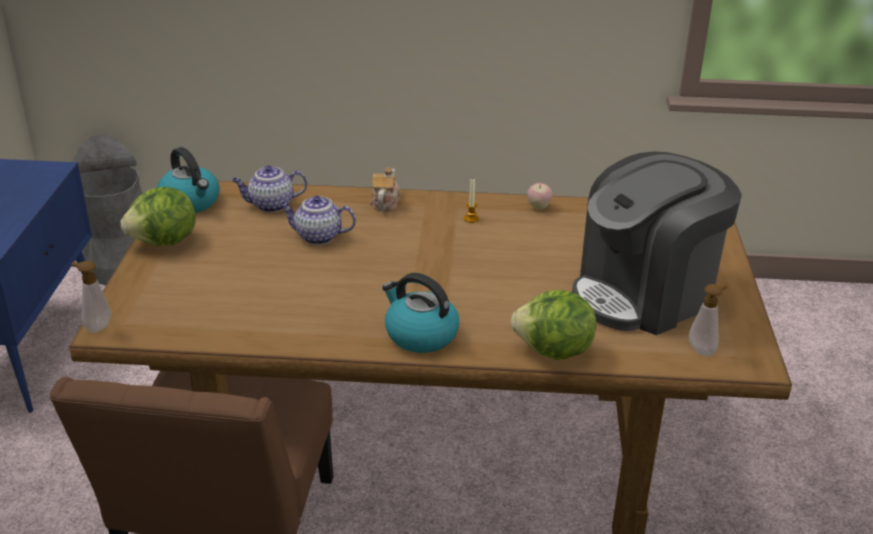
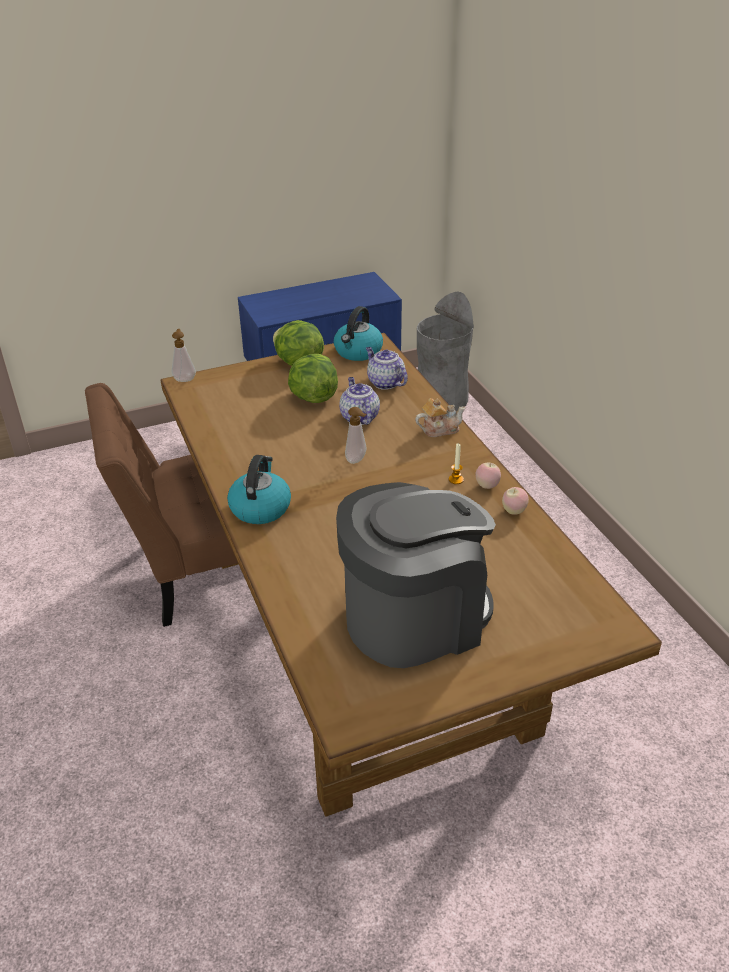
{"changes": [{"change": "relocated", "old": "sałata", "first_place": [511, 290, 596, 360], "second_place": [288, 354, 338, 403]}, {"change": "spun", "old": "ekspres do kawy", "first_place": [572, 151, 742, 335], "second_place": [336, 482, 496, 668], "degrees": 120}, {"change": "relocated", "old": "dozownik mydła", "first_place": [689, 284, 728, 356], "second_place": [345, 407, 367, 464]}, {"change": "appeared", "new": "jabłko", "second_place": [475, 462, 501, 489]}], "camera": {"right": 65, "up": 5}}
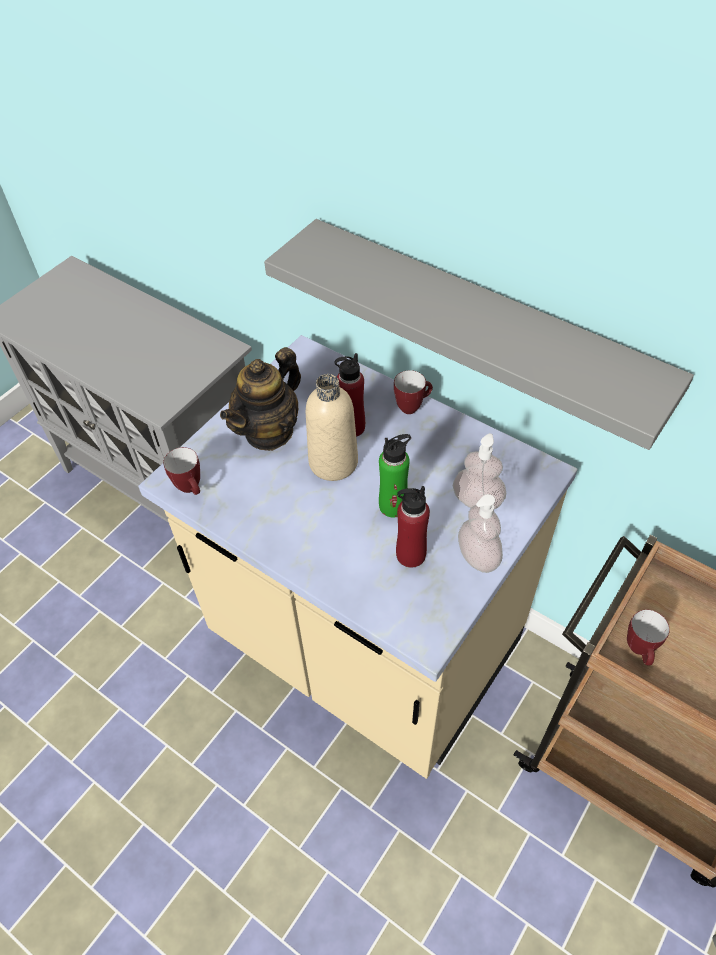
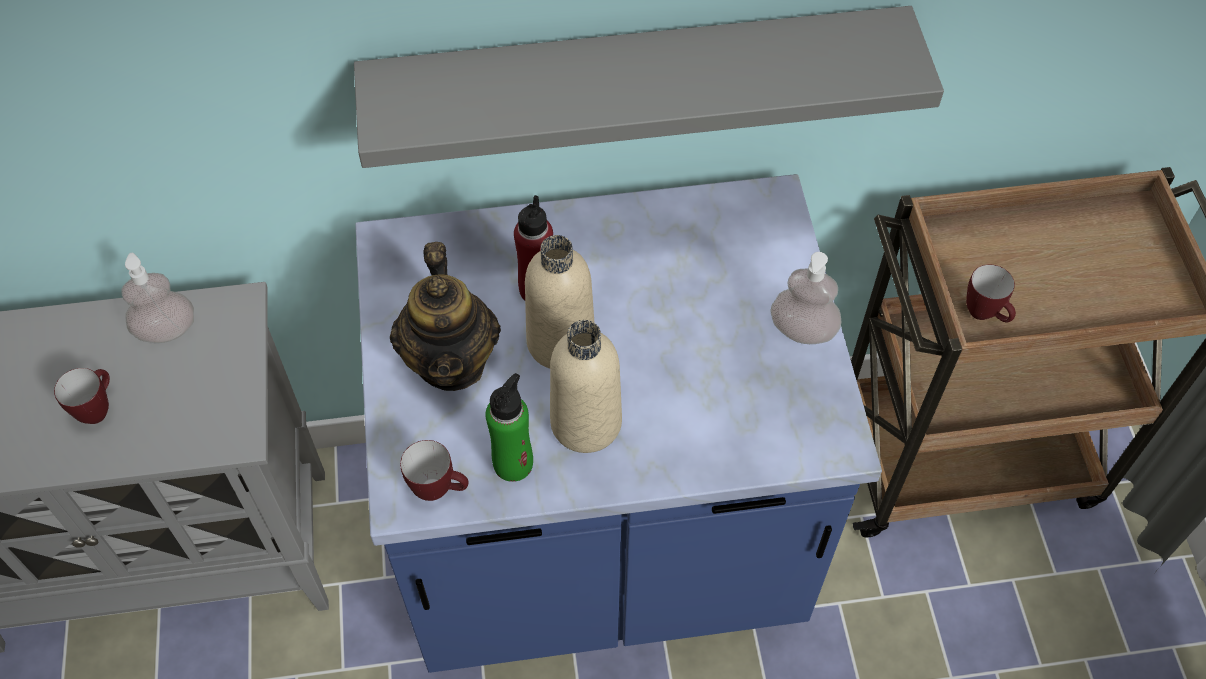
{"changes": [{"change": "relocated", "old": "kubek", "first_place": [394, 370, 433, 414], "second_place": [54, 368, 110, 424]}, {"change": "relocated", "old": "dozownik mydła", "first_place": [453, 433, 506, 509], "second_place": [122, 253, 194, 343]}, {"change": "colour", "old": "zabudowa kuchenna/beżowy", "new": "zabudowa kuchenna/niebieski", "first_place": [138, 335, 577, 779], "second_place": [355, 174, 882, 673]}, {"change": "relocated", "old": "butelka/zielony", "first_place": [379, 434, 411, 517], "second_place": [485, 373, 533, 482]}, {"change": "appeared", "new": "butelka/beżowy", "second_place": [550, 320, 622, 453]}, {"change": "missing", "old": "butelka/czerwony", "first_place": [396, 486, 430, 568]}], "camera": {"right": -45, "up": 5}}
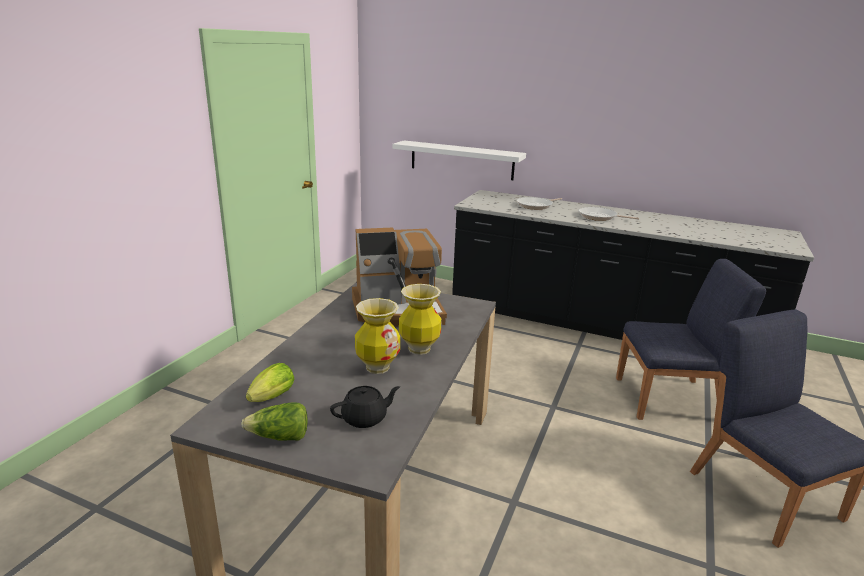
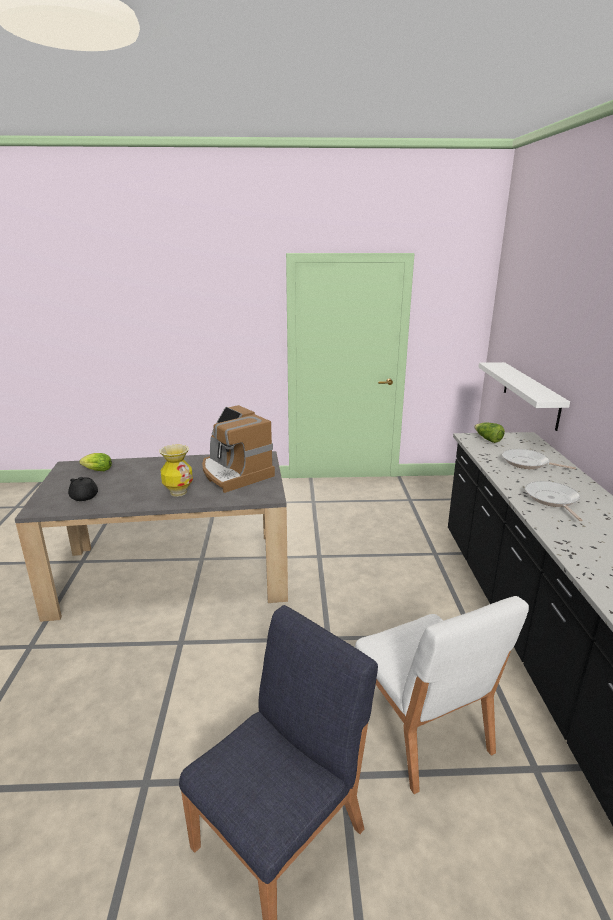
{"changes": [{"change": "colour", "old": "krzesło/niebieski", "new": "krzesło/biały", "first_place": [616, 259, 766, 420], "second_place": [355, 596, 529, 794]}, {"change": "relocated", "old": "sałata", "first_place": [241, 402, 307, 441], "second_place": [474, 423, 505, 443]}, {"change": "missing", "old": "wazon", "first_place": [355, 298, 400, 374]}], "camera": {"right": 65, "up": 0}}
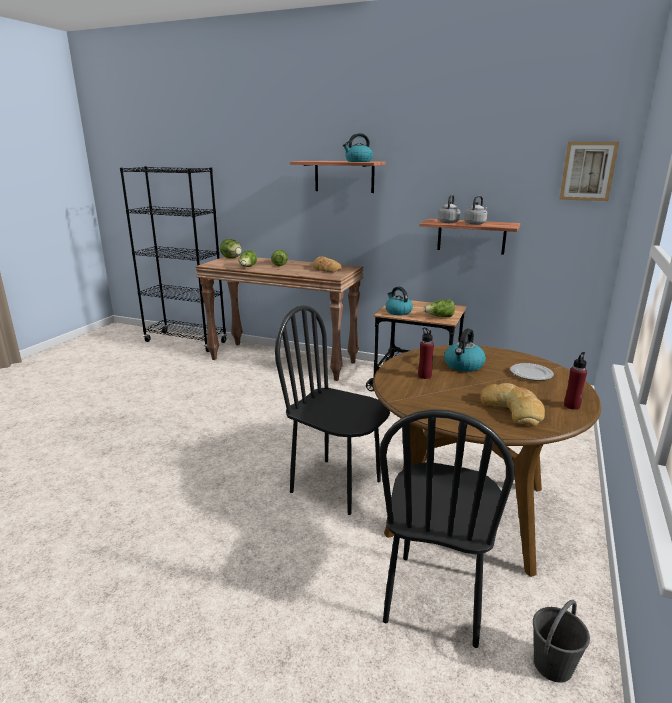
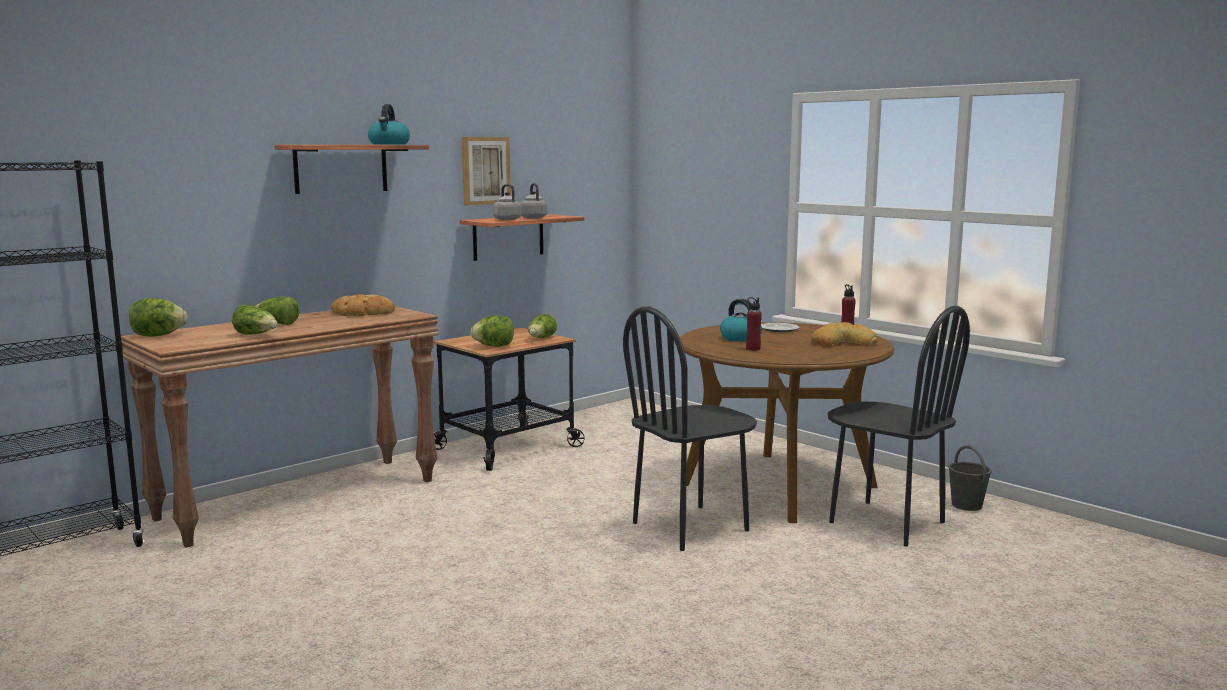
{"changes": [{"change": "relocated", "old": "obraz", "first_place": [559, 142, 619, 201], "second_place": [462, 137, 511, 205]}, {"change": "exchanged", "old": "czajnik", "new": "sałata", "first_place": [385, 287, 413, 315], "second_place": [470, 316, 514, 347]}], "camera": {"right": -65, "up": -10}}
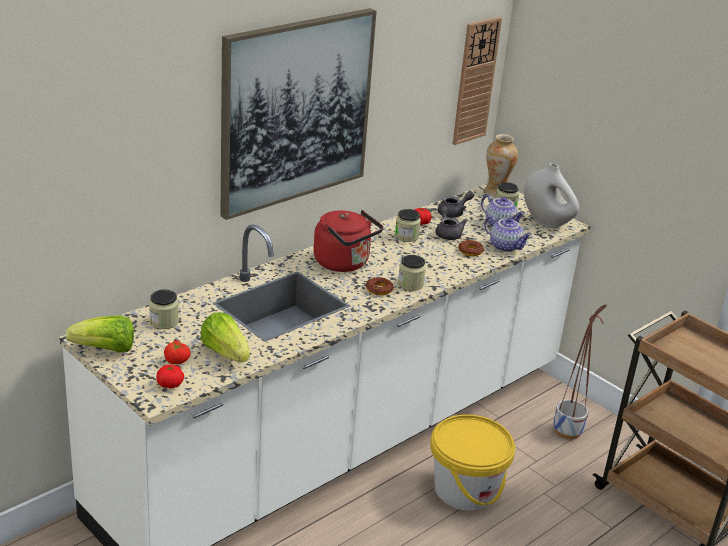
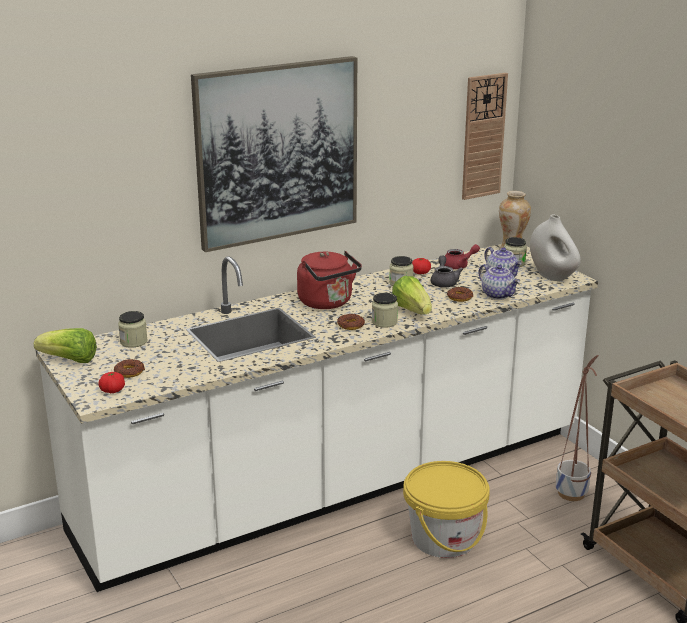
{"changes": [{"change": "exchanged", "old": "pomidor", "new": "donut", "first_place": [164, 341, 191, 364], "second_place": [114, 359, 145, 378]}, {"change": "relocated", "old": "sałata", "first_place": [200, 312, 250, 363], "second_place": [392, 276, 432, 315]}, {"change": "colour", "old": "imbryk/szary", "new": "imbryk/czerwony", "first_place": [438, 191, 474, 218], "second_place": [444, 244, 480, 269]}], "camera": {"right": 15, "up": -5}}
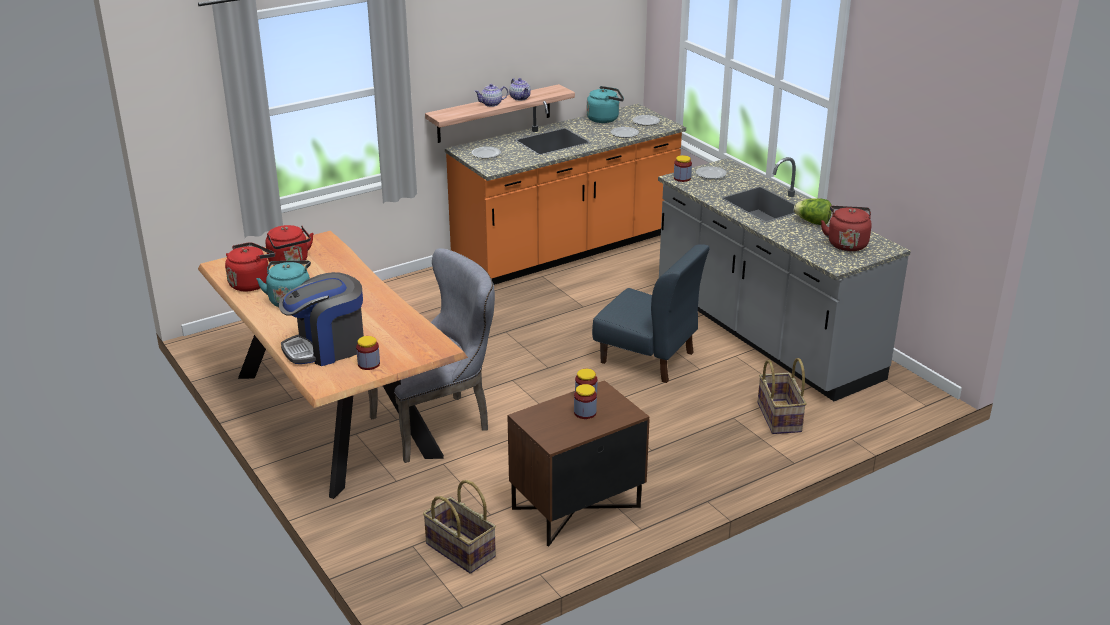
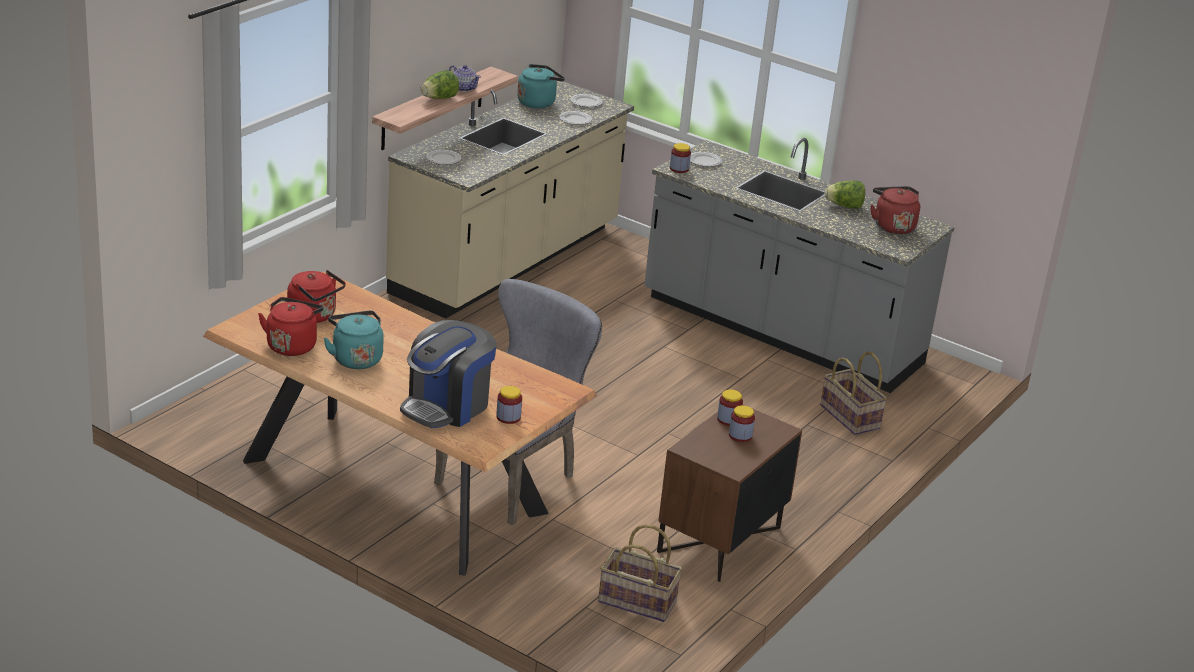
{"changes": [{"change": "colour", "old": "zabudowa kuchenna/pomarańczowy", "new": "zabudowa kuchenna/beżowy", "first_place": [445, 101, 686, 285], "second_place": [386, 81, 634, 319]}, {"change": "exchanged", "old": "imbryk", "new": "sałata", "first_place": [474, 84, 508, 107], "second_place": [420, 70, 459, 99]}, {"change": "missing", "old": "krzesło/niebieski", "first_place": [592, 244, 710, 383]}], "camera": {"right": -25, "up": 0}}
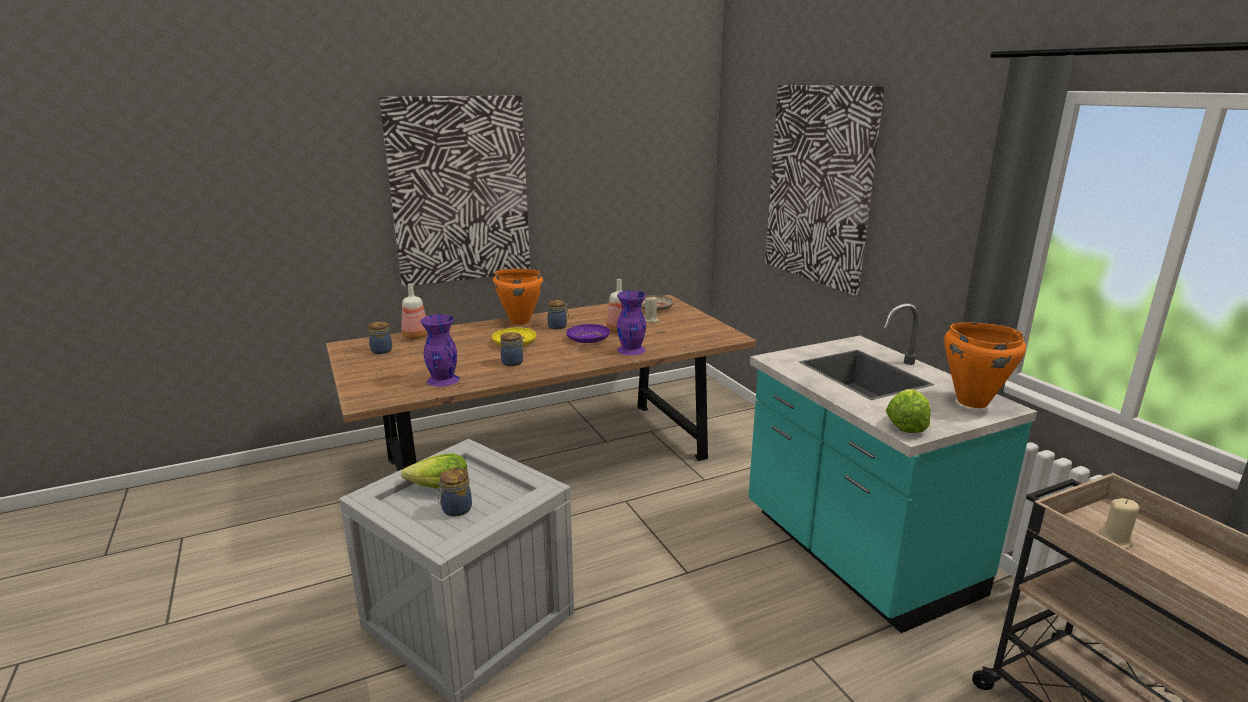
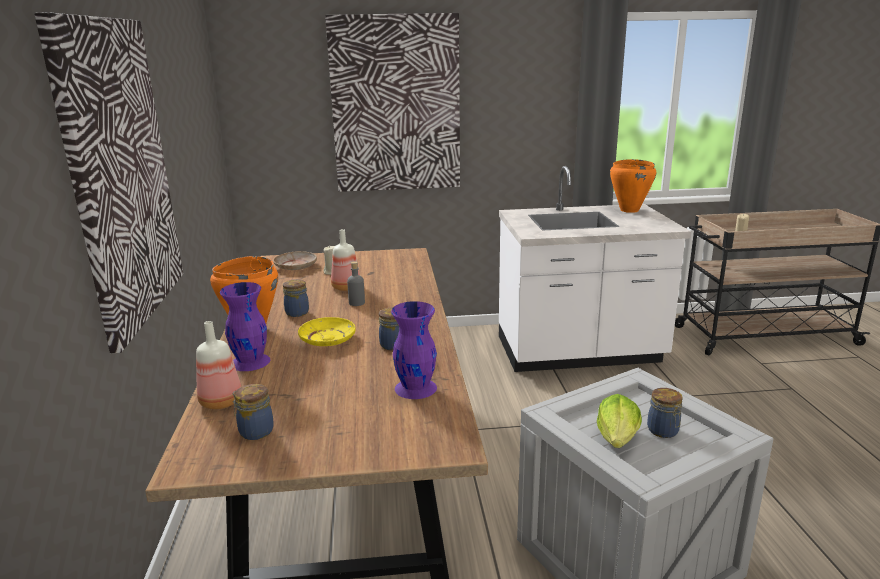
{"changes": [{"change": "relocated", "old": "wazon/fioletowy", "first_place": [617, 291, 646, 355], "second_place": [220, 282, 270, 371]}, {"change": "exchanged", "old": "talerz/fioletowy", "new": "butelka/szary", "first_place": [566, 324, 610, 343], "second_place": [347, 261, 365, 306]}, {"change": "colour", "old": "zabudowa kuchenna/turkusowy", "new": "zabudowa kuchenna/biały", "first_place": [748, 303, 1037, 633], "second_place": [499, 166, 691, 372]}, {"change": "missing", "old": "sałata", "first_place": [886, 389, 931, 433]}], "camera": {"right": -70, "up": 0}}
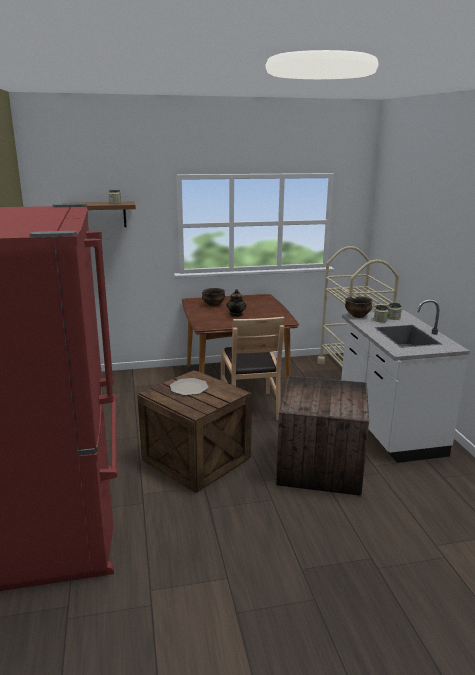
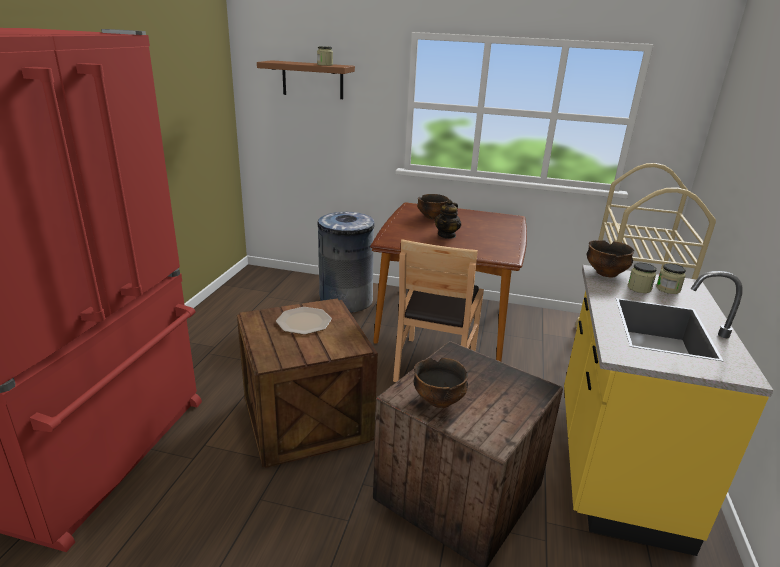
{"changes": [{"change": "appeared", "new": "kosz na śmieci/szary", "second_place": [317, 212, 375, 313]}, {"change": "appeared", "new": "miska", "second_place": [413, 358, 468, 408]}, {"change": "colour", "old": "zabudowa kuchenna/biały", "new": "zabudowa kuchenna/żółty", "first_place": [341, 299, 470, 463], "second_place": [564, 265, 774, 556]}], "camera": {"right": 25, "up": 5}}
